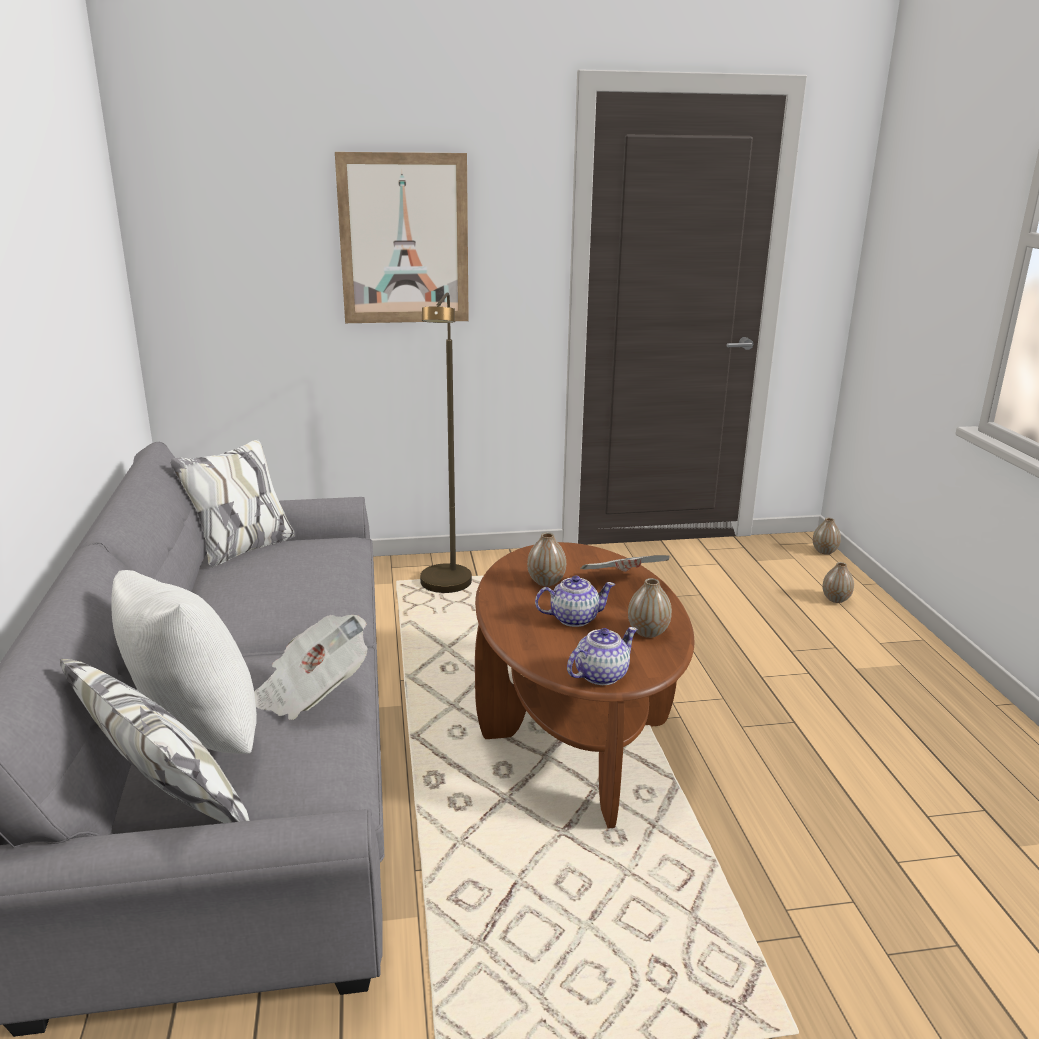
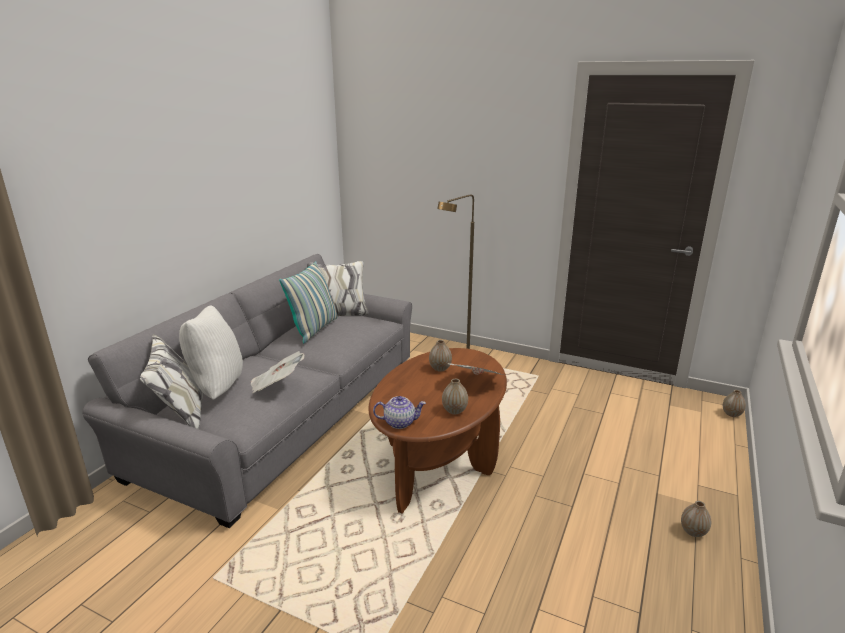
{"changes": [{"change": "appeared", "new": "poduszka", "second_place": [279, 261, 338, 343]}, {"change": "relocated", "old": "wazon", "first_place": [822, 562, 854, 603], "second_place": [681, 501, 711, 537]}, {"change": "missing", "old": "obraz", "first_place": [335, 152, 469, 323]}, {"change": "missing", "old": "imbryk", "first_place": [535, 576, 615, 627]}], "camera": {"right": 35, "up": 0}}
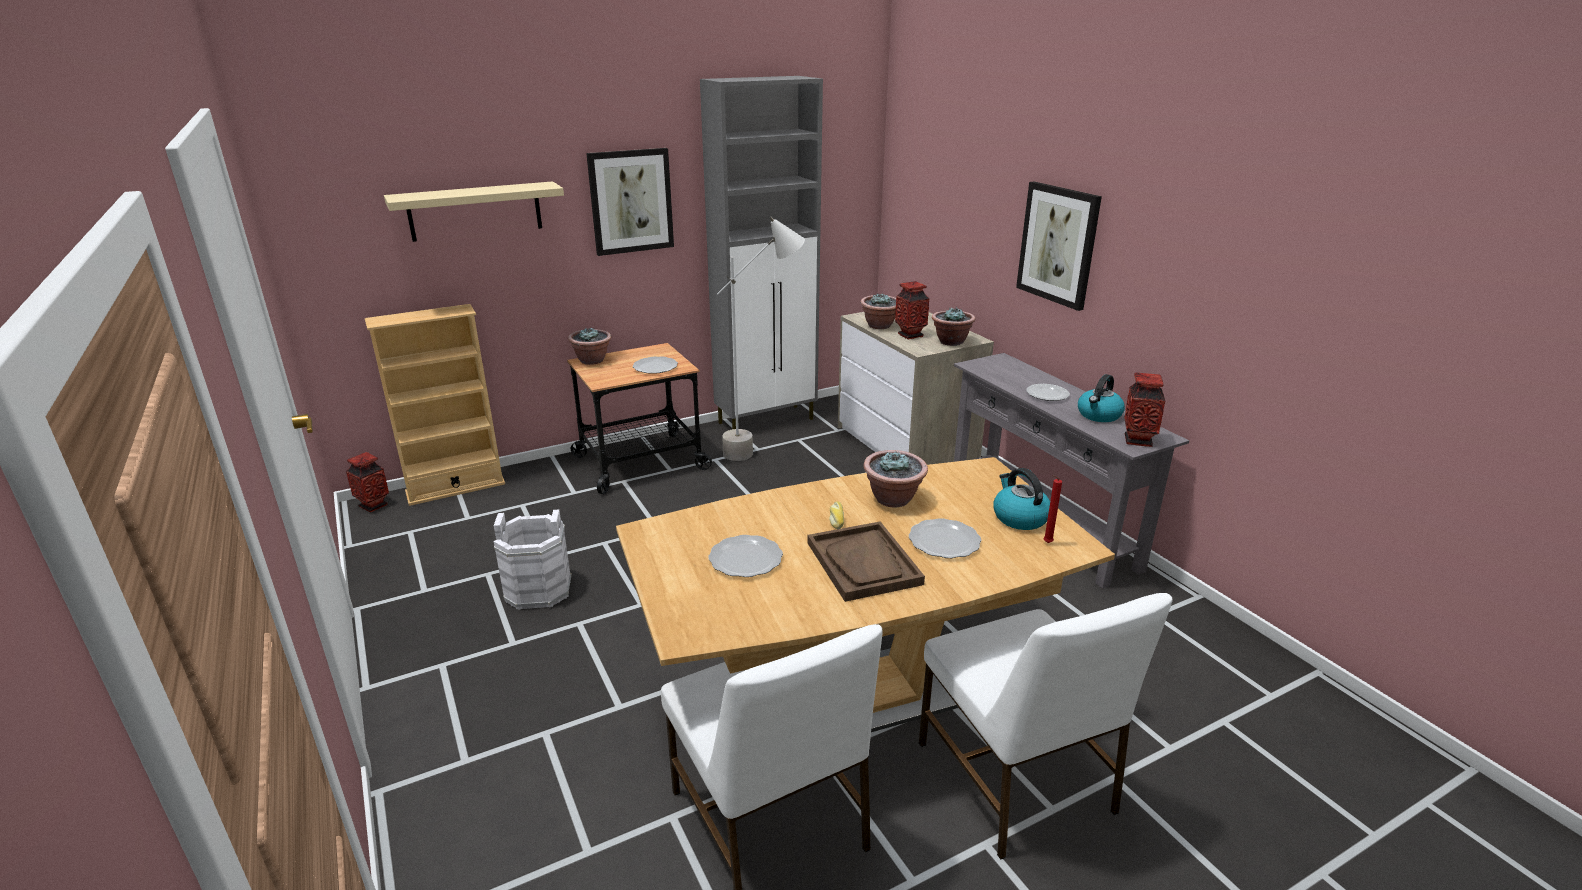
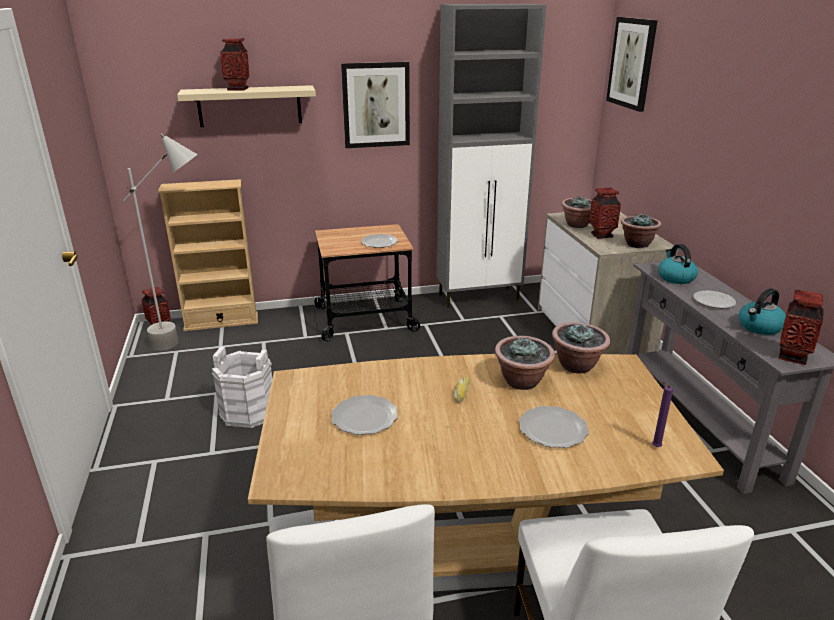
{"changes": [{"change": "relocated", "old": "lampa stojąca/szary", "first_place": [717, 217, 805, 461], "second_place": [123, 133, 198, 351]}, {"change": "appeared", "new": "wazon", "second_place": [220, 38, 249, 91]}, {"change": "relocated", "old": "roślina doniczkowa", "first_place": [568, 327, 612, 365], "second_place": [552, 322, 610, 374]}, {"change": "relocated", "old": "obraz", "first_place": [1016, 181, 1102, 311], "second_place": [606, 17, 658, 112]}, {"change": "colour", "old": "świeca/czerwony", "new": "świeca/fioletowy", "first_place": [1044, 475, 1062, 543], "second_place": [652, 382, 673, 447]}, {"change": "relocated", "old": "czajnik", "first_place": [994, 468, 1050, 530], "second_place": [658, 244, 698, 284]}, {"change": "missing", "old": "taca/brązowy", "first_place": [808, 521, 925, 602]}], "camera": {"right": 15, "up": 0}}
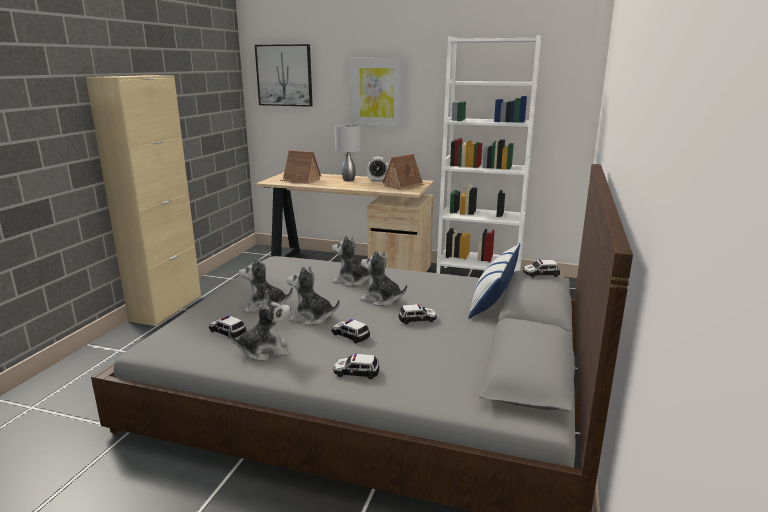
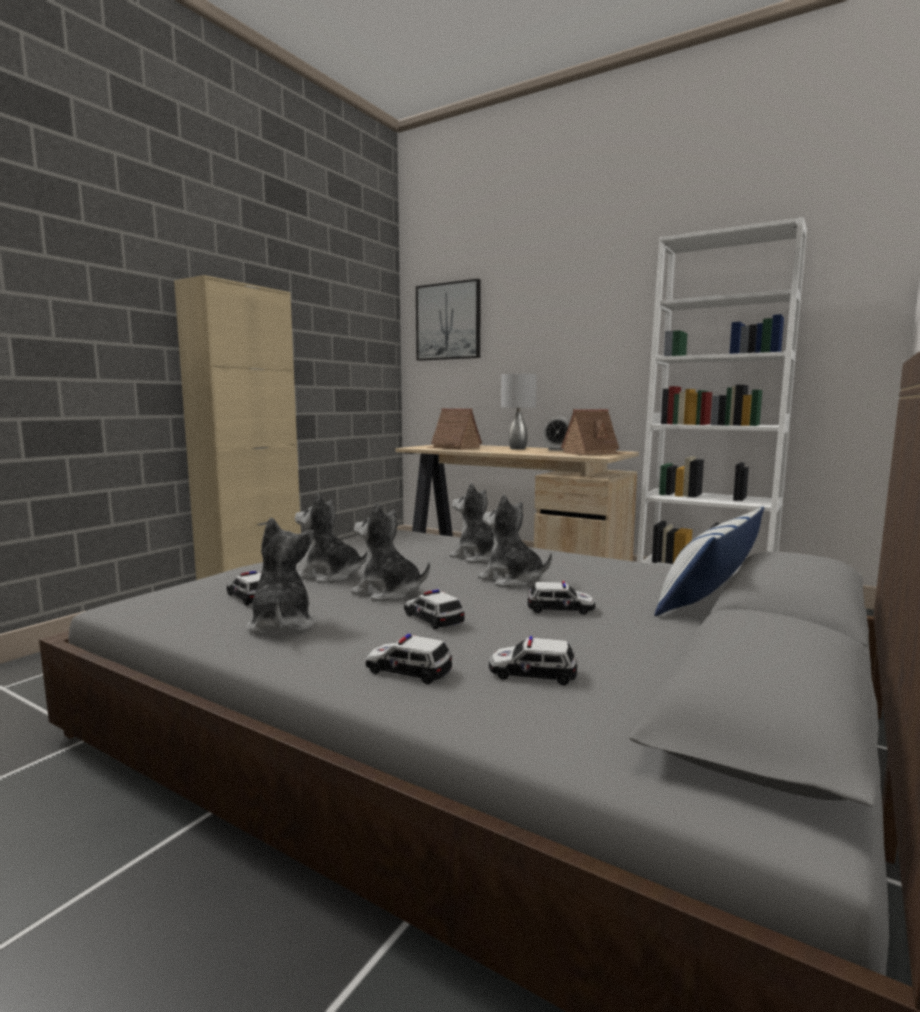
{"changes": [{"change": "spun", "old": "pluszak", "first_place": [228, 291, 291, 361], "second_place": [246, 518, 317, 635], "degrees": -105}, {"change": "relocated", "old": "samochodzik", "first_place": [523, 259, 560, 277], "second_place": [489, 636, 577, 685]}, {"change": "missing", "old": "obraz", "first_place": [350, 58, 404, 128]}], "camera": {"right": 15, "up": -10}}
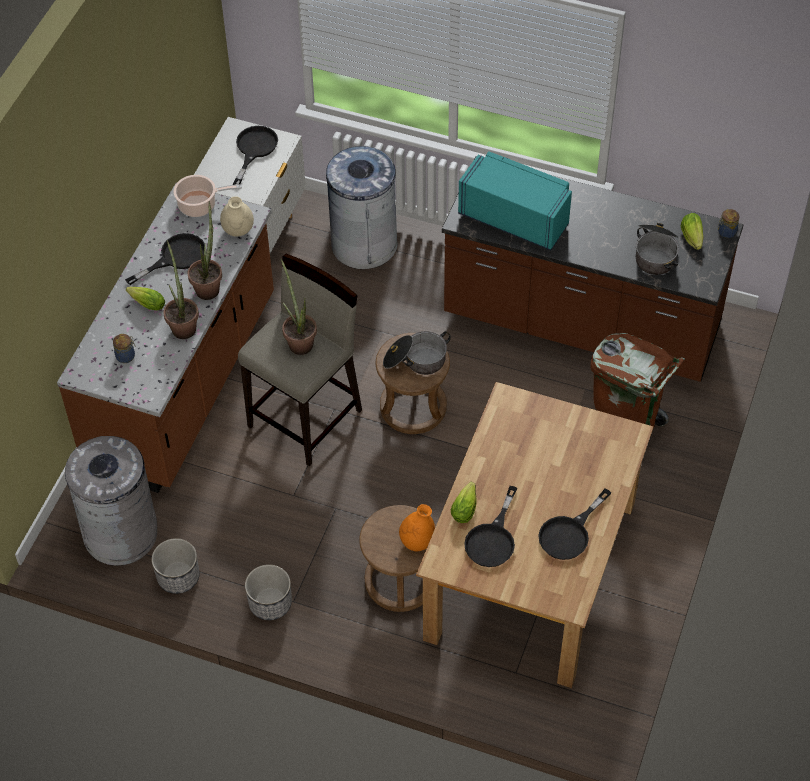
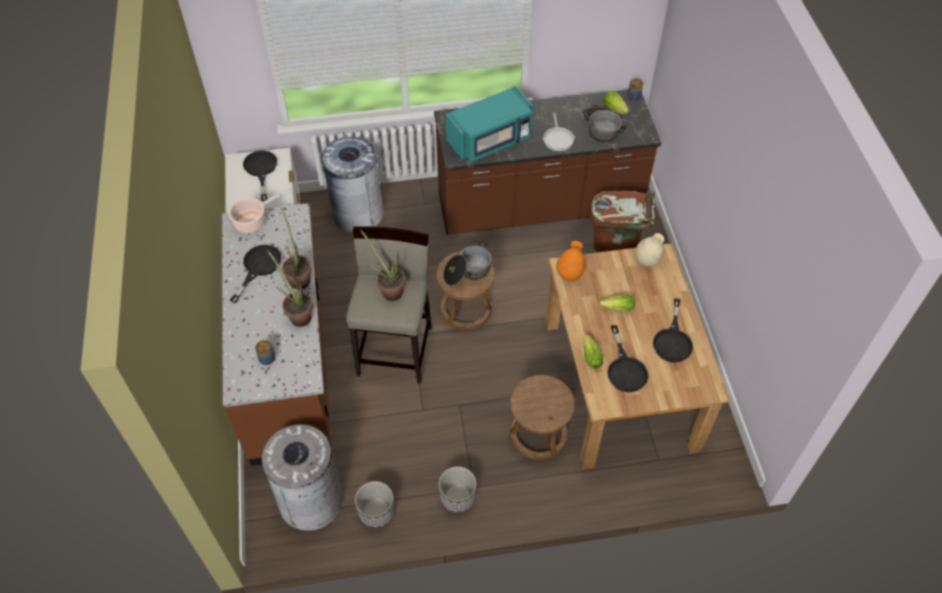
{"changes": [{"change": "spun", "old": "mikrofalówka/turkusowy", "first_place": [458, 151, 572, 251], "second_place": [446, 86, 533, 162], "degrees": 150}, {"change": "appeared", "new": "patelnia", "second_place": [543, 112, 575, 151]}, {"change": "relocated", "old": "wazon/pomarańczowy", "first_place": [399, 504, 435, 551], "second_place": [556, 241, 585, 281]}, {"change": "relocated", "old": "sałata", "first_place": [126, 287, 165, 310], "second_place": [599, 295, 635, 311]}, {"change": "relocated", "old": "wazon/beżowy", "first_place": [220, 196, 254, 237], "second_place": [635, 233, 664, 267]}], "camera": {"right": -30, "up": 0}}
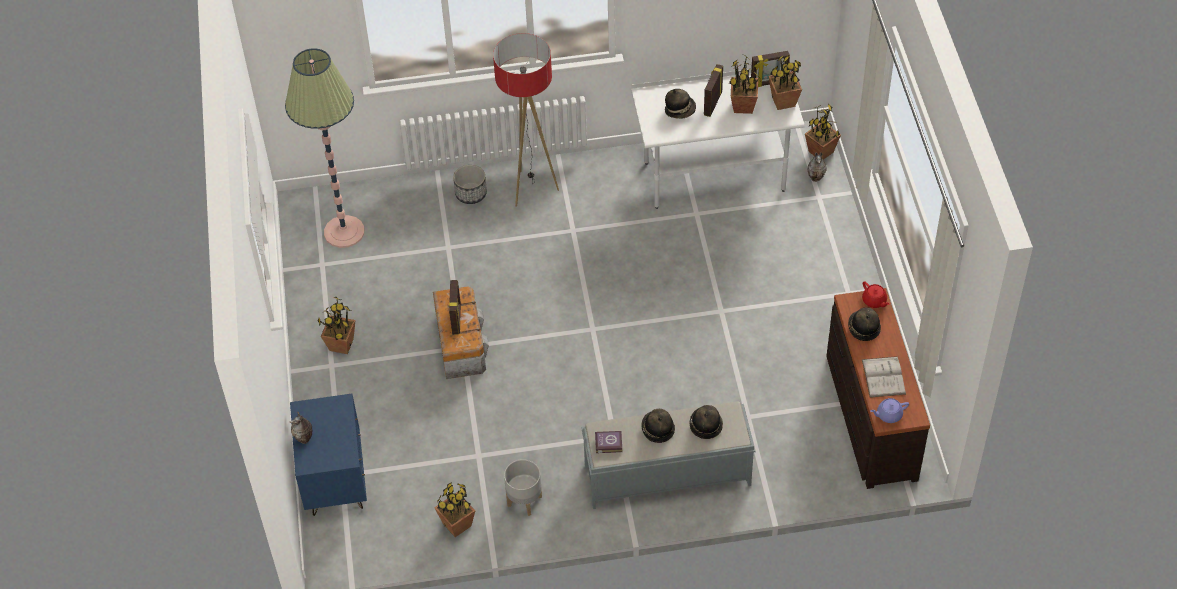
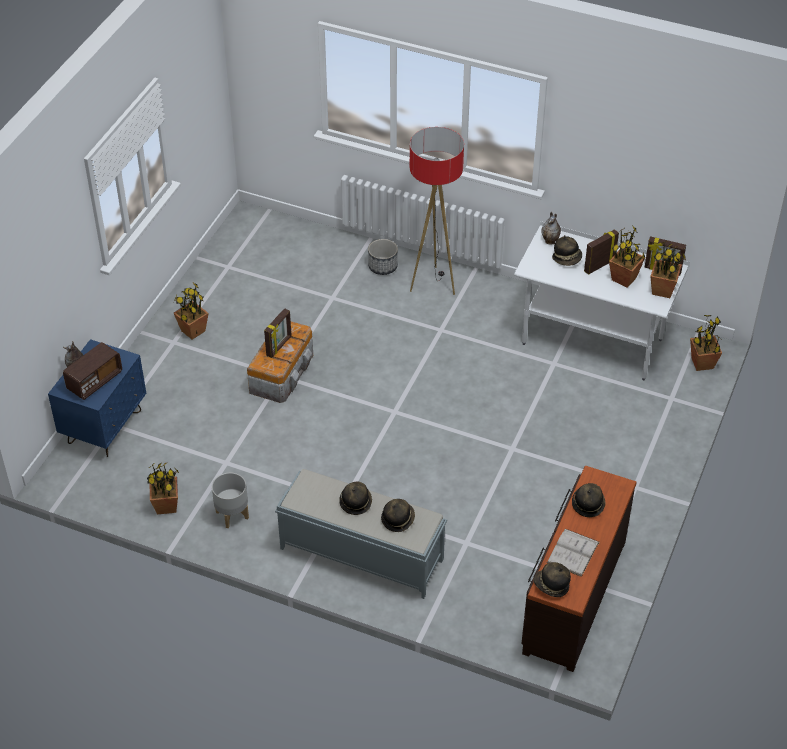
{"changes": [{"change": "appeared", "new": "radio", "second_place": [63, 342, 122, 400]}, {"change": "exchanged", "old": "imbryk/fioletowy", "new": "kapelusz", "first_place": [870, 398, 909, 423], "second_place": [533, 562, 571, 597]}, {"change": "relocated", "old": "wazon", "first_place": [807, 152, 827, 182], "second_place": [541, 212, 561, 244]}, {"change": "missing", "old": "lampa stojąca", "first_place": [285, 48, 364, 248]}, {"change": "missing", "old": "książka", "first_place": [595, 431, 622, 453]}, {"change": "missing", "old": "imbryk/czerwony", "first_place": [862, 281, 890, 308]}], "camera": {"right": 30, "up": -5}}
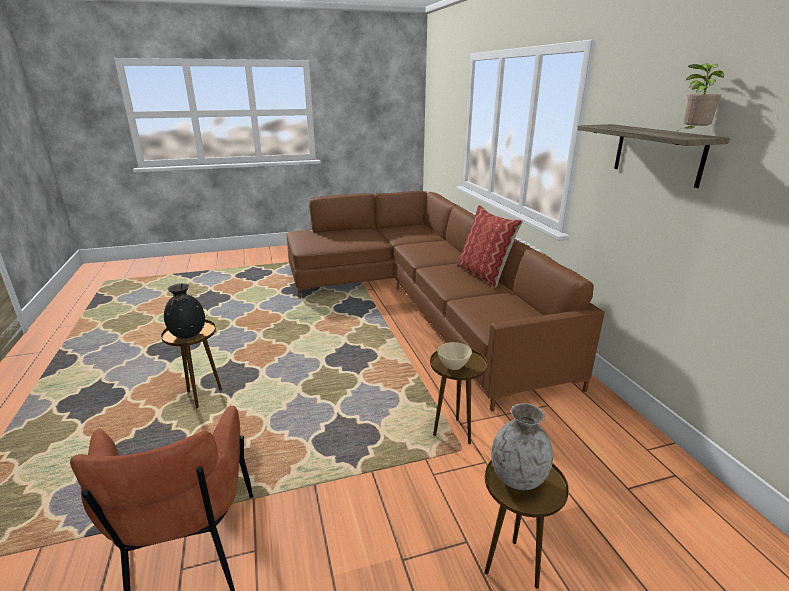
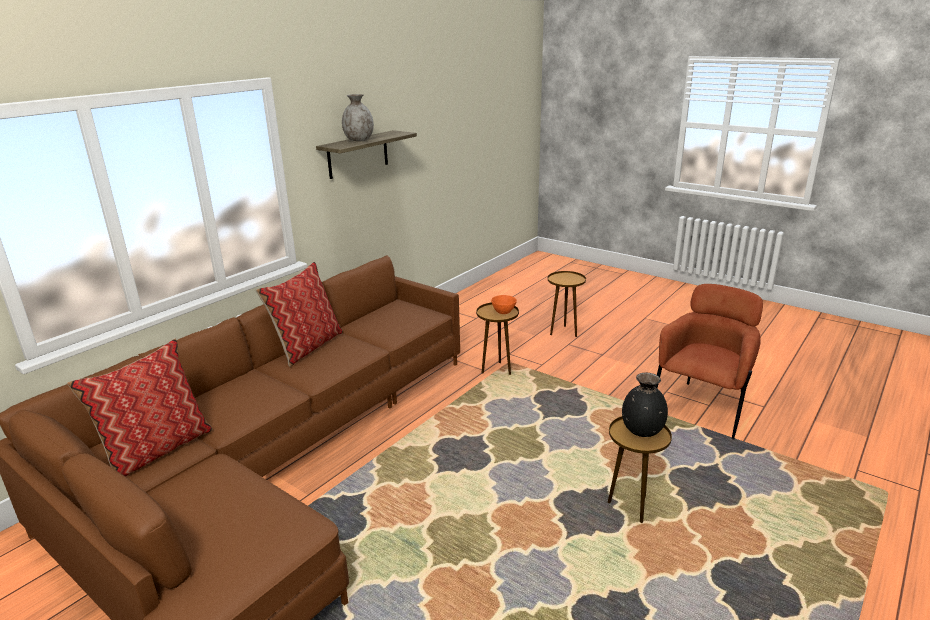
{"changes": [{"change": "appeared", "new": "poduszka", "second_place": [67, 338, 212, 477]}, {"change": "relocated", "old": "wazon/szary", "first_place": [491, 403, 553, 490], "second_place": [342, 94, 374, 141]}, {"change": "colour", "old": "miska/beżowy", "new": "miska/pomarańczowy", "first_place": [437, 342, 472, 370], "second_place": [491, 295, 517, 314]}, {"change": "missing", "old": "roślina doniczkowa", "first_place": [676, 63, 724, 132]}], "camera": {"right": -125, "up": 0}}
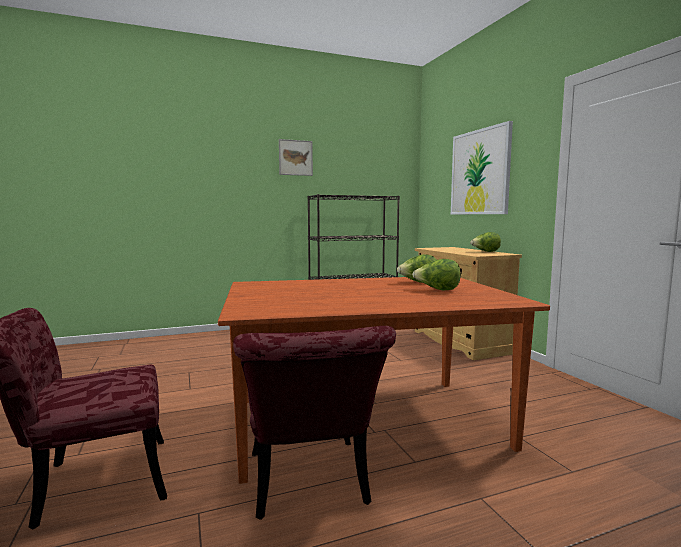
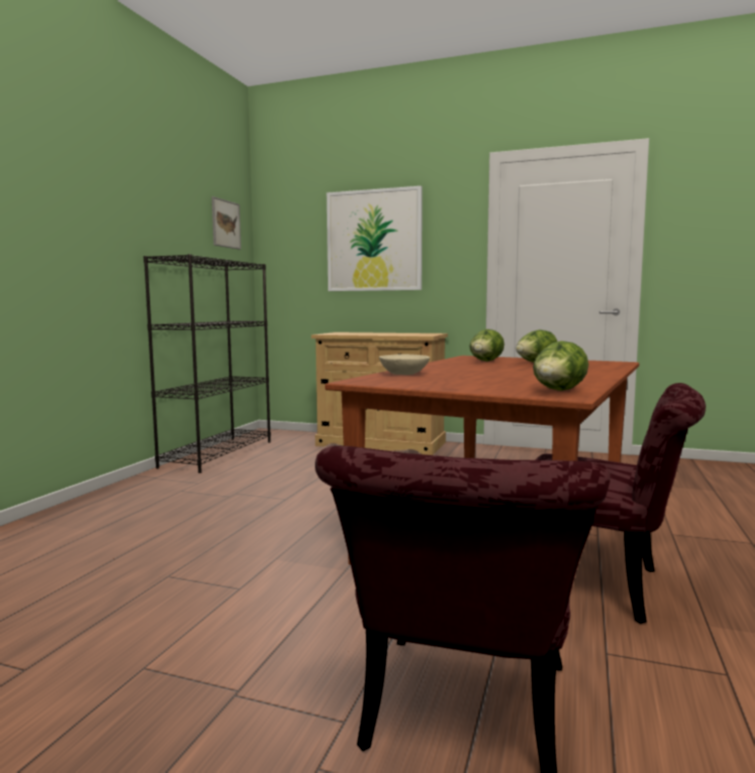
{"changes": [{"change": "relocated", "old": "obraz", "first_place": [279, 139, 313, 176], "second_place": [212, 196, 241, 250]}, {"change": "appeared", "new": "miska/beżowy", "second_place": [379, 354, 430, 375]}, {"change": "relocated", "old": "sałata", "first_place": [470, 232, 501, 252], "second_place": [533, 341, 589, 391]}], "camera": {"right": -50, "up": 0}}
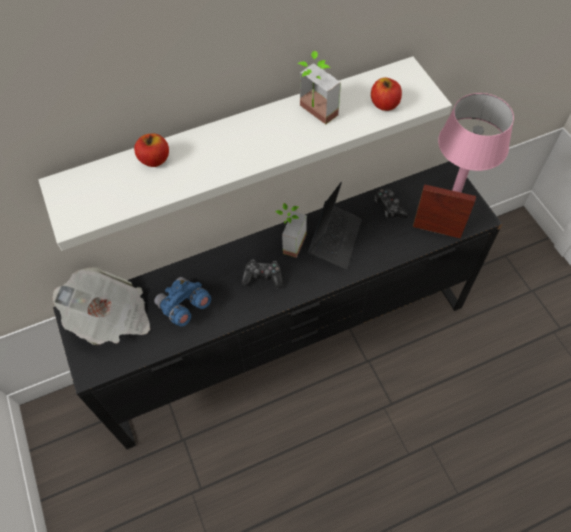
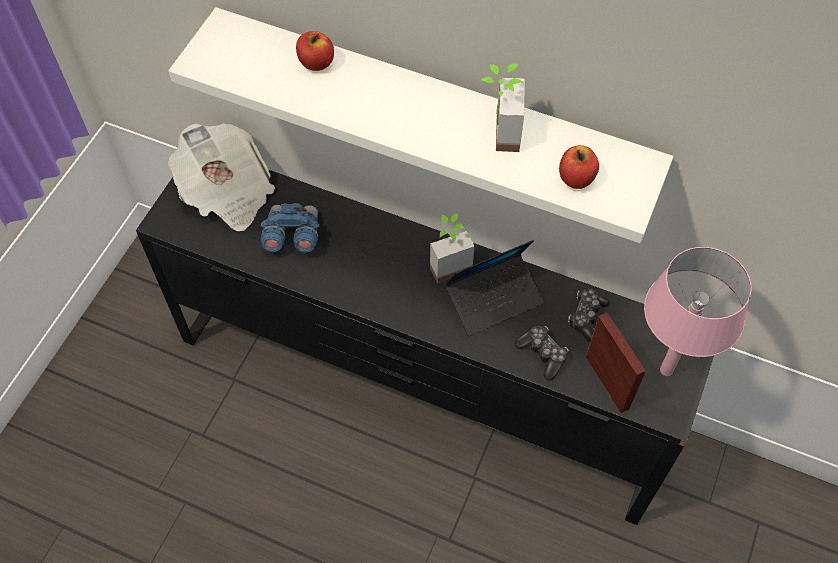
{"changes": [{"change": "relocated", "old": "pad do gier", "first_place": [241, 260, 283, 289], "second_place": [515, 326, 569, 381]}], "camera": {"right": 45, "up": 0}}
